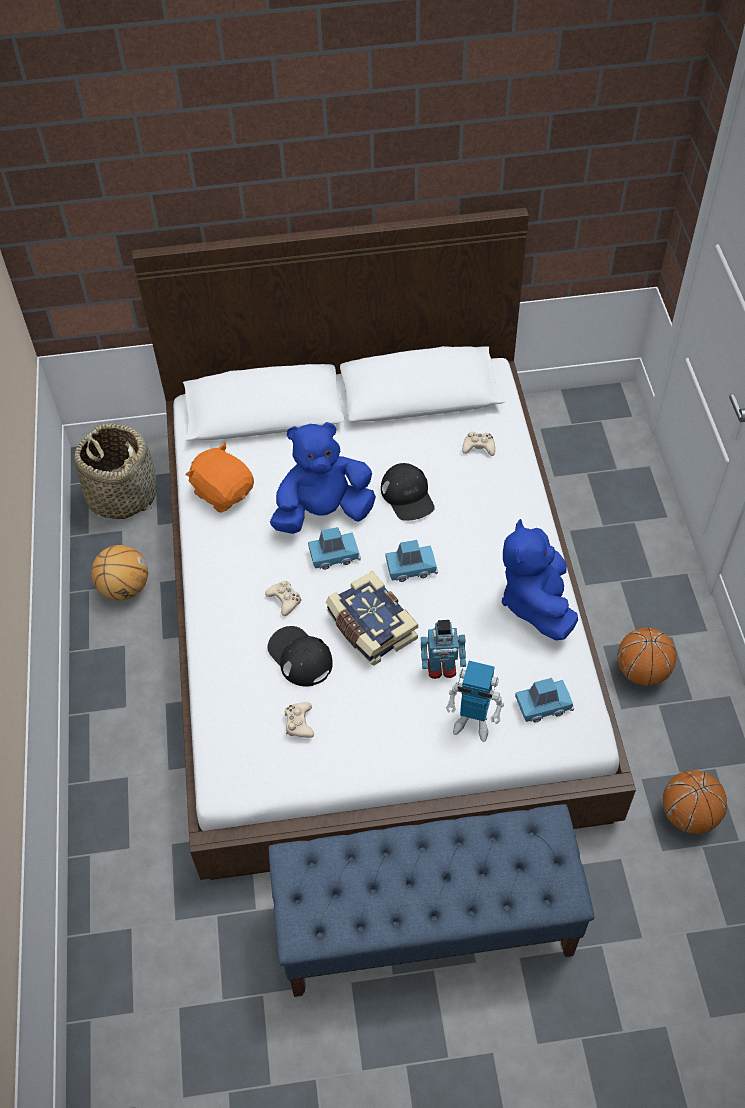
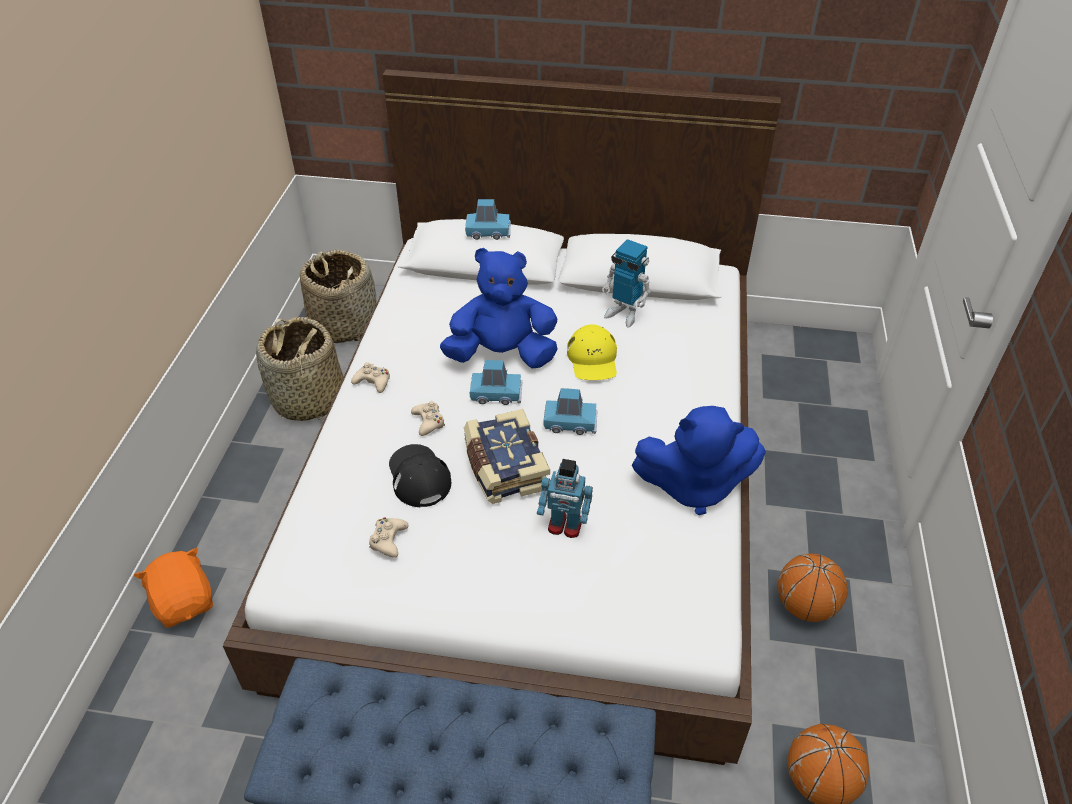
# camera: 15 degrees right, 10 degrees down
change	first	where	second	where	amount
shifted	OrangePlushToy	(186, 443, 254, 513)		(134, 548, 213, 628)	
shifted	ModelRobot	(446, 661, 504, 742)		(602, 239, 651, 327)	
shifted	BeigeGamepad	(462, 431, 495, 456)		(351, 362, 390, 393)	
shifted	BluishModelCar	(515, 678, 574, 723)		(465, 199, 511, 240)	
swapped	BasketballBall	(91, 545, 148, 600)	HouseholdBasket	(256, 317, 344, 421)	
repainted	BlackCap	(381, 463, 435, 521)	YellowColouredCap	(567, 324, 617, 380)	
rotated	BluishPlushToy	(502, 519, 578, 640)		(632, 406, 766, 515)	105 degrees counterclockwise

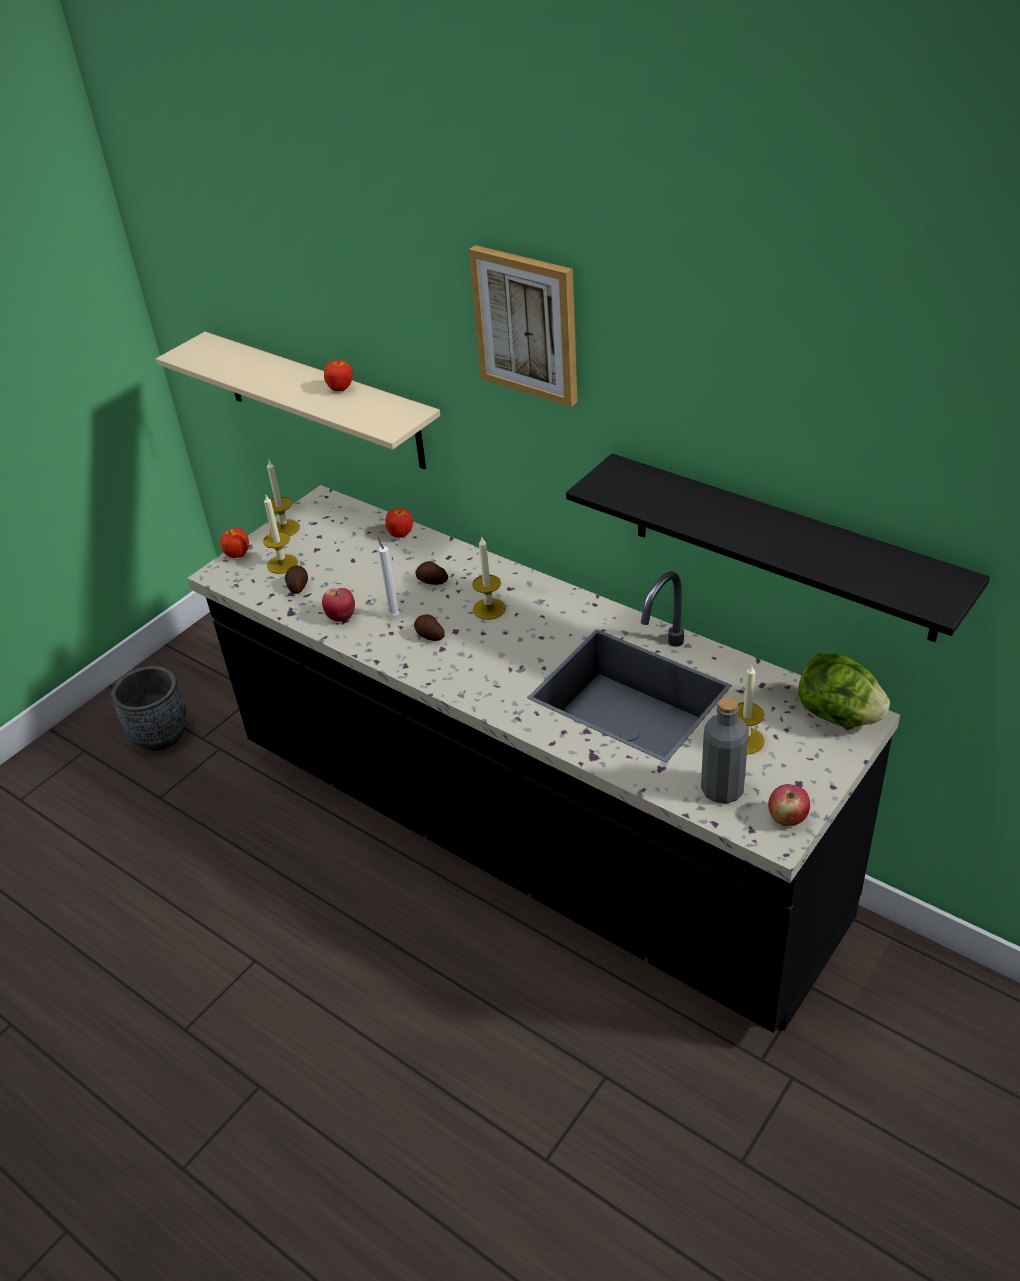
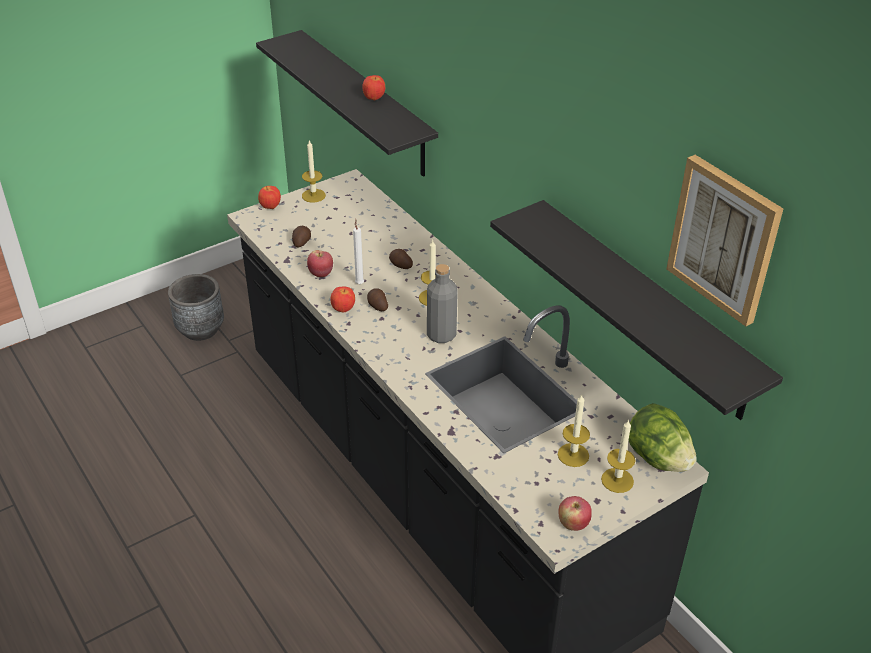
# camera: 15 degrees right, 0 degrees up
change	first	where	second	where	amount
shifted	WaxCandle	(263, 495, 298, 574)		(601, 419, 636, 493)	
shifted	Apple	(385, 508, 413, 538)		(330, 287, 355, 313)	
shifted	Picture	(468, 245, 578, 407)		(666, 155, 783, 326)	
shifted	GreyishBottle	(701, 697, 749, 804)		(427, 264, 458, 343)	
repainted	BeigeShelf	(156, 332, 440, 470)	BlackShelf	(256, 30, 438, 177)	

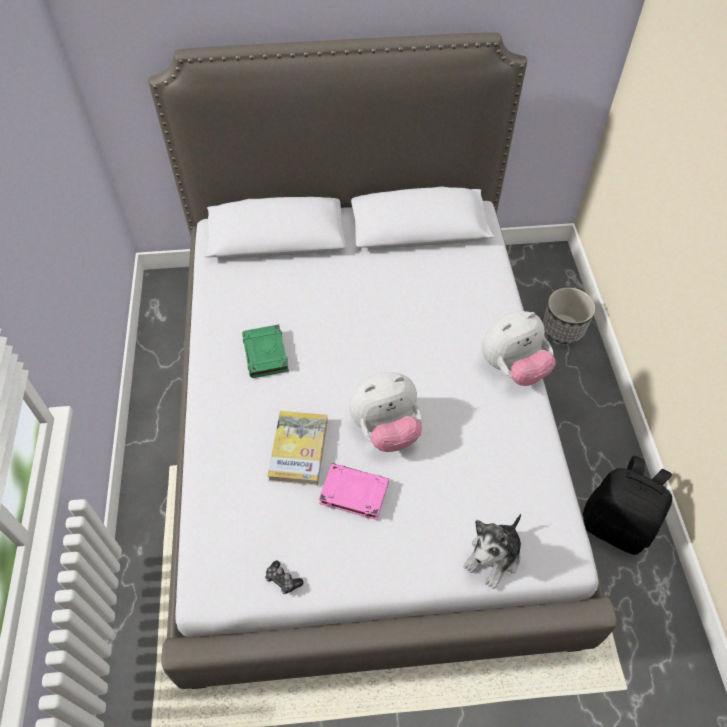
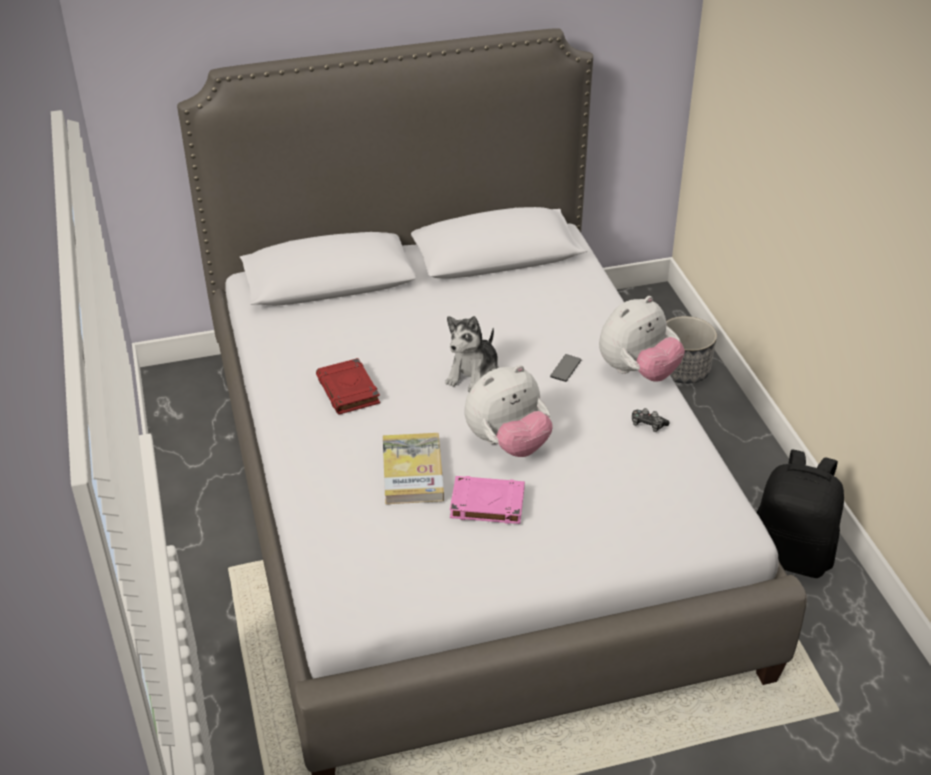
# camera: 10 degrees left, 15 degrees down
change	first	where	second	where	amount
new			Telephone	(550, 354, 581, 382)	
shifted	Gamepad	(265, 560, 304, 594)		(632, 408, 669, 432)	
shifted	PlushToy	(464, 514, 521, 589)		(445, 316, 499, 392)	
repainted	GreenColouredVolume	(242, 324, 289, 378)	RedVolume	(316, 358, 380, 415)	

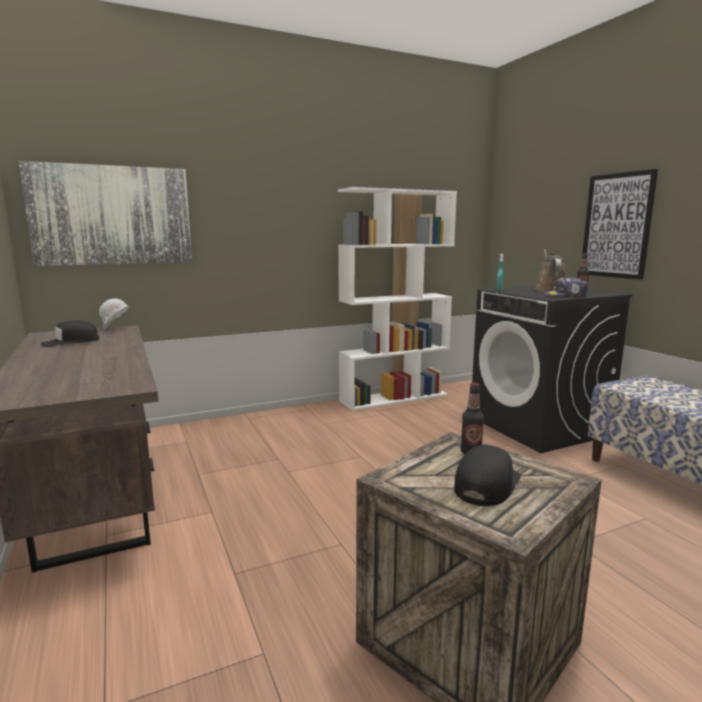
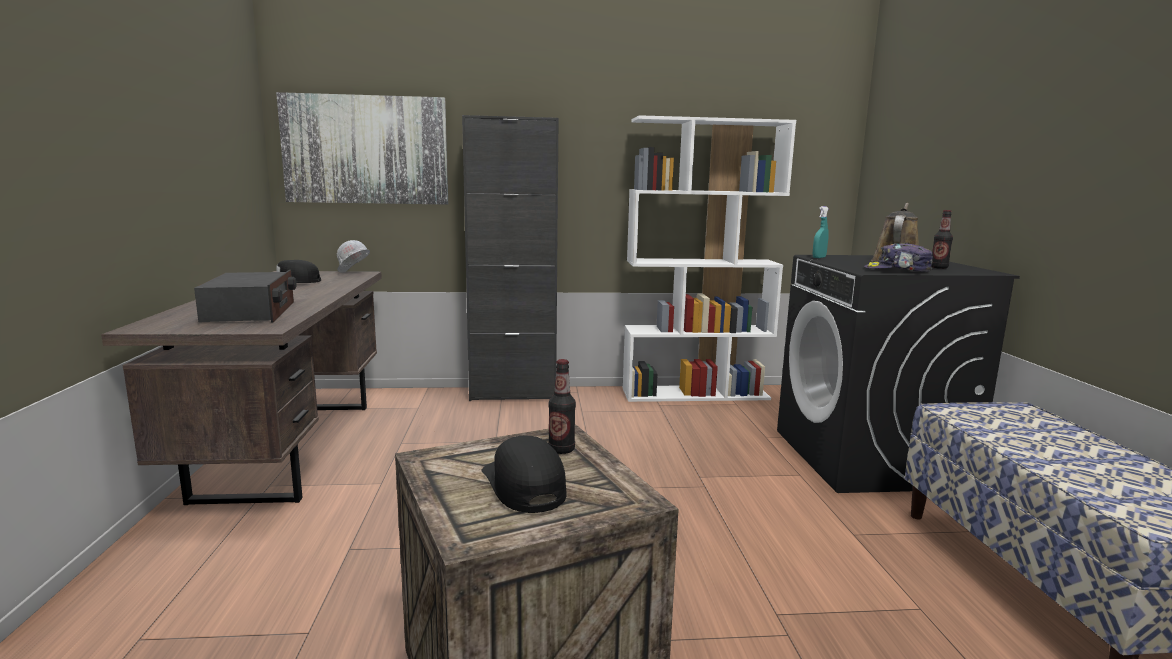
# camera: 20 degrees right, 0 degrees up
change	first	where	second	where	amount
gone	Picture	(582, 169, 658, 280)			
new			Radio	(194, 270, 297, 323)	
new			BlackCupboard	(462, 115, 559, 401)	
rotated	BlackCap	(454, 445, 521, 506)		(482, 436, 567, 513)	75 degrees counterclockwise

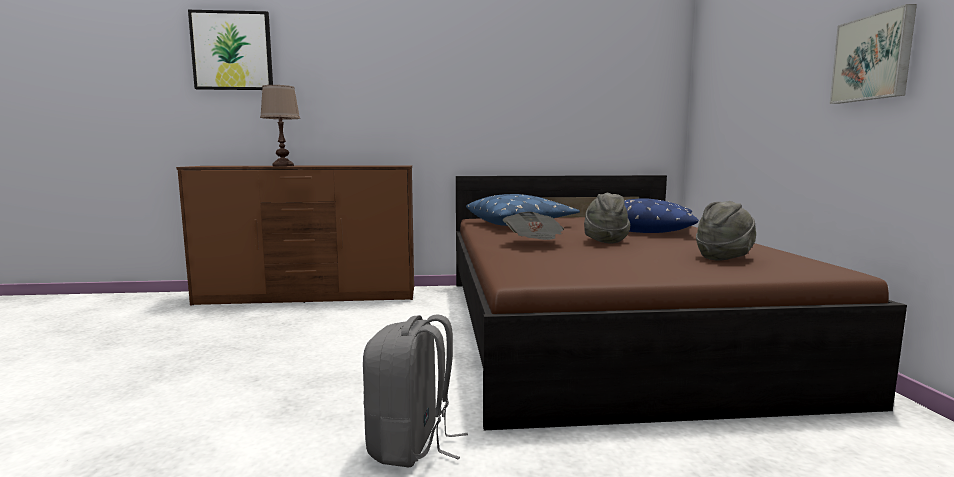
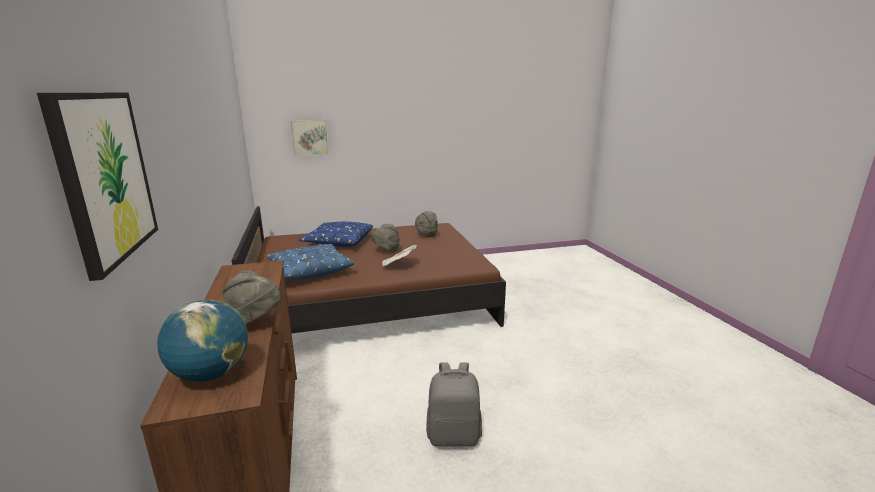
# camera: 100 degrees left, 10 degrees up
change	first	where	second	where	amount
new			Globe	(157, 300, 248, 382)	
shifted	GreyishKnapsack	(363, 314, 468, 468)		(426, 362, 482, 446)	
shifted	Picture	(830, 4, 917, 104)		(291, 120, 329, 156)	
swapped	BrownColouredTabletopLamp	(260, 85, 300, 166)	GreyishHat	(222, 270, 282, 324)	

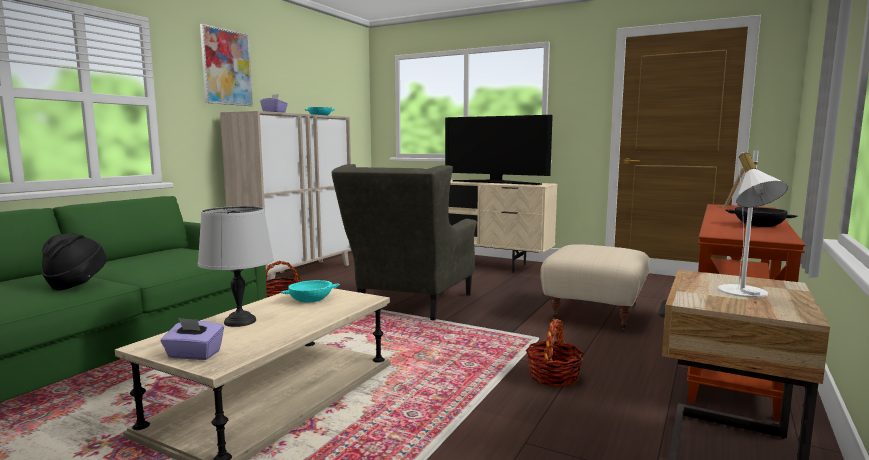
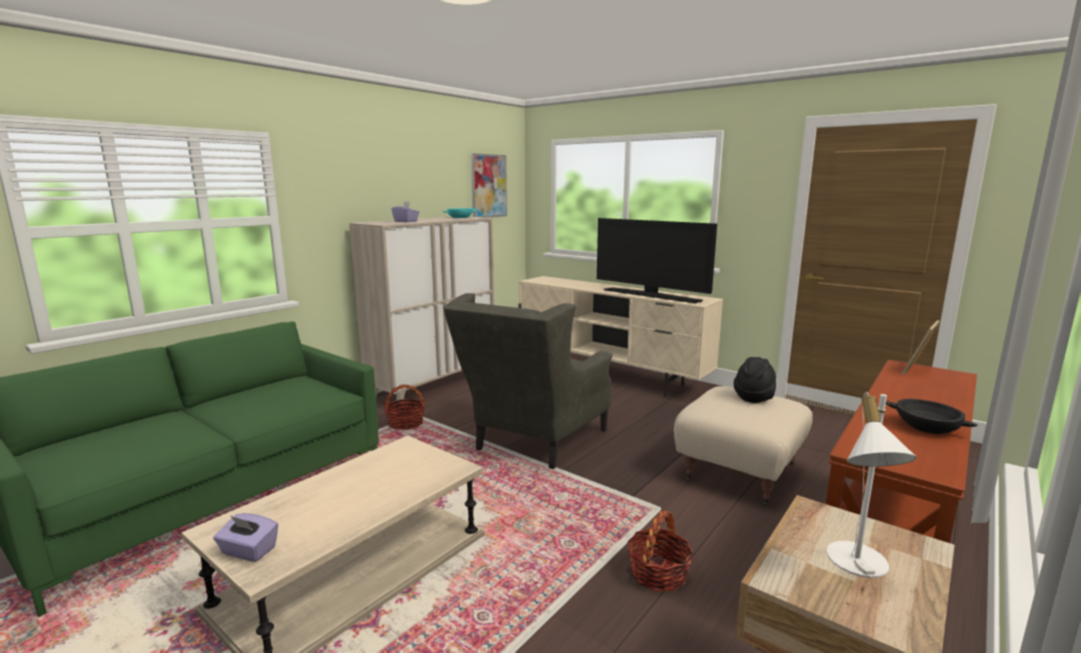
# camera: 10 degrees right, 5 degrees up
change	first	where	second	where	amount
gone	GreyishTabletopLamp	(198, 206, 274, 327)			
gone	BlueGreenServingBowl	(280, 280, 340, 303)			
shifted	BlackHat	(42, 233, 107, 290)		(734, 357, 776, 403)	
shifted	Picture	(200, 24, 253, 106)		(471, 153, 507, 218)	

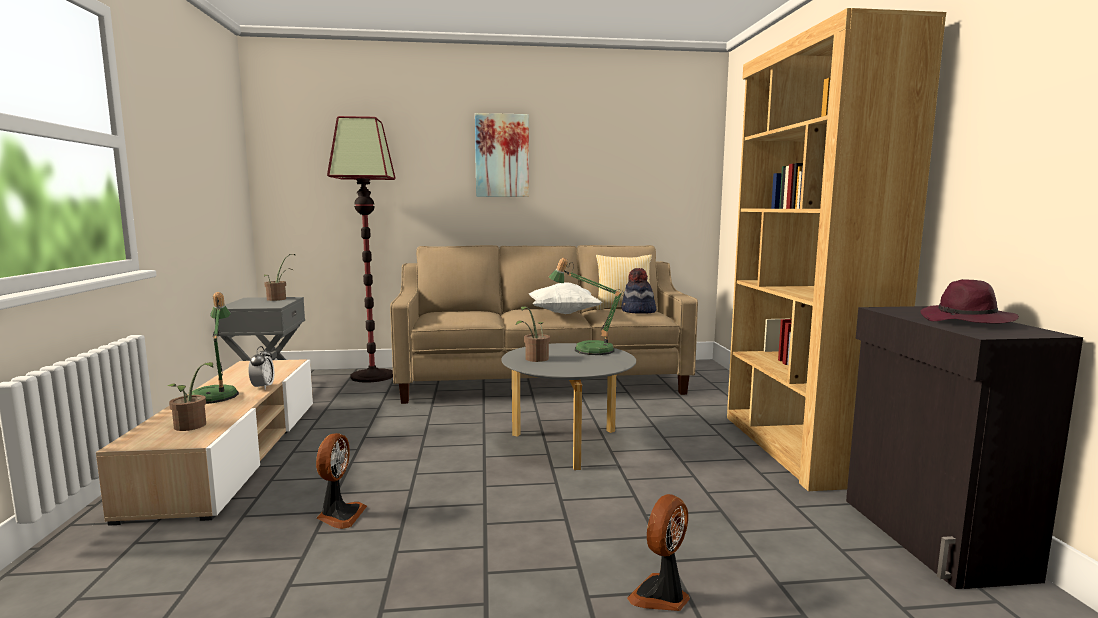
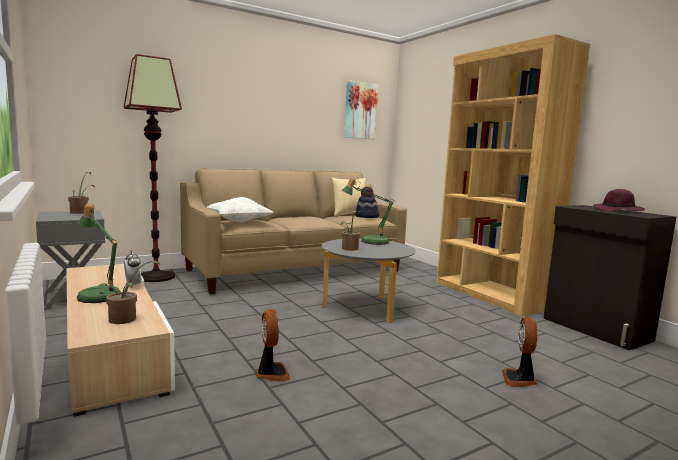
# camera: 25 degrees left, 0 degrees up
change	first	where	second	where	amount
shifted	Picture	(475, 113, 529, 197)		(344, 80, 378, 139)	
shifted	WhiteCushion	(529, 283, 602, 314)		(207, 197, 274, 223)	

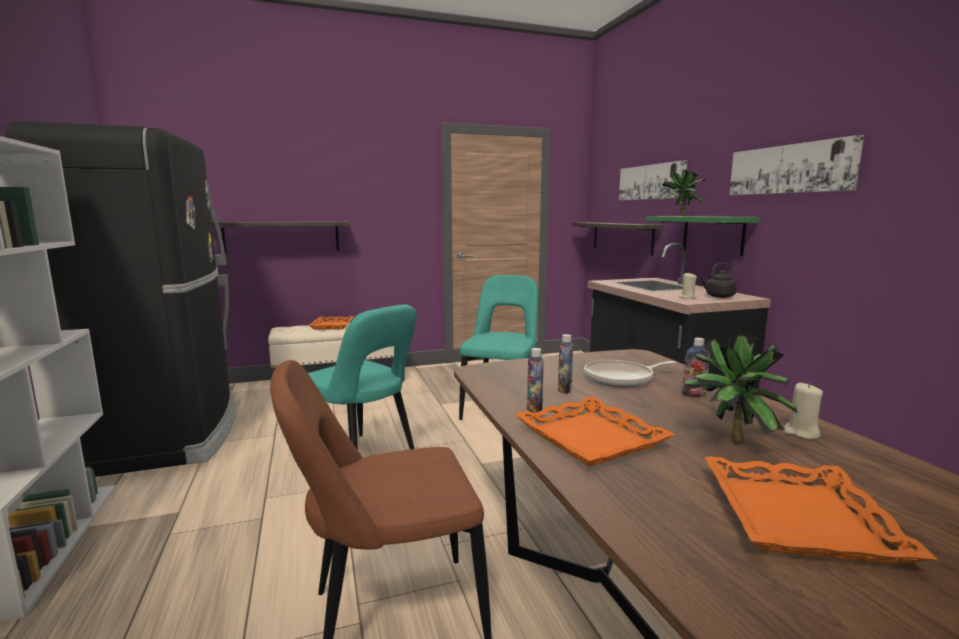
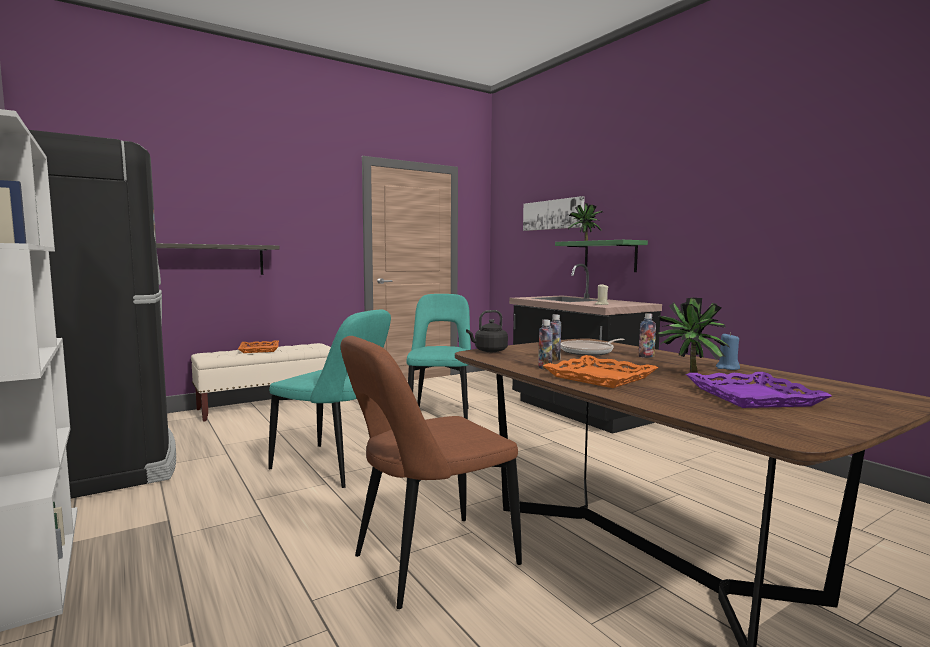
# camera: 15 degrees left, 5 degrees down
change	first	where	second	where	amount
gone	Shelf	(572, 222, 663, 256)			
gone	Picture	(729, 135, 864, 195)			
shifted	BlackKettle	(700, 263, 737, 298)		(466, 310, 508, 352)	
repainted	OrangeTray	(705, 457, 938, 564)	PurplishTray	(686, 372, 832, 408)	
repainted	BeigeWaxCandle	(784, 383, 823, 439)	BluishWaxCandle	(716, 333, 740, 370)	

